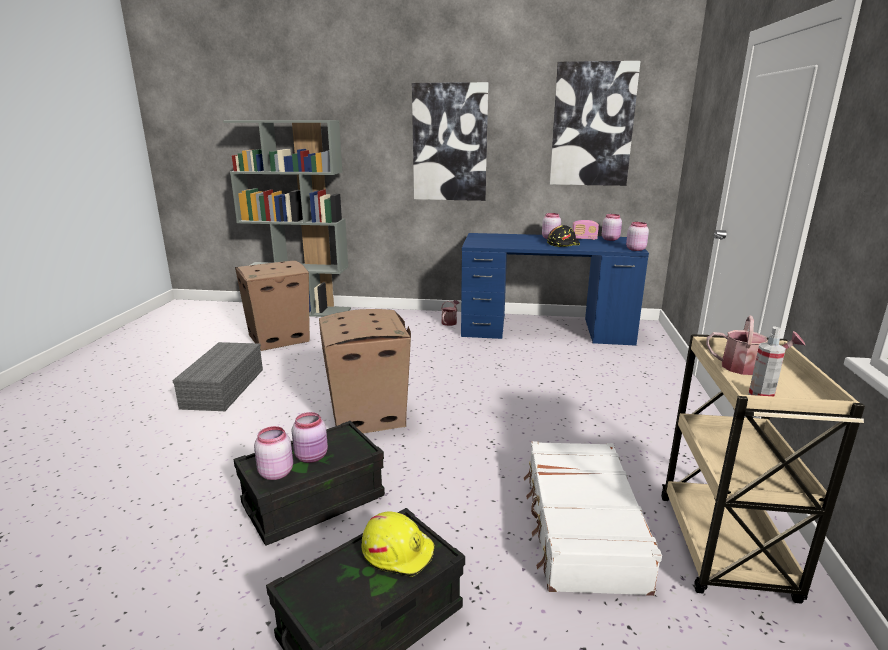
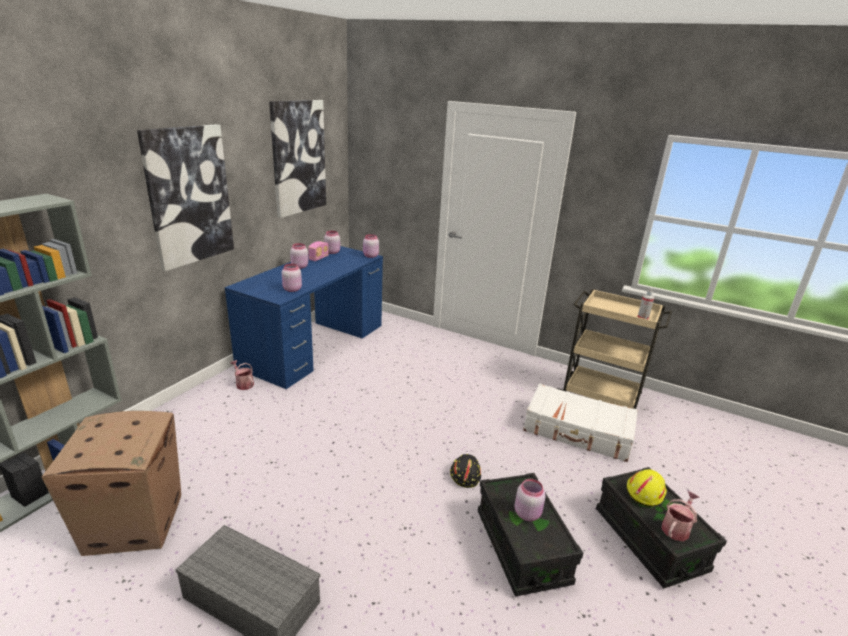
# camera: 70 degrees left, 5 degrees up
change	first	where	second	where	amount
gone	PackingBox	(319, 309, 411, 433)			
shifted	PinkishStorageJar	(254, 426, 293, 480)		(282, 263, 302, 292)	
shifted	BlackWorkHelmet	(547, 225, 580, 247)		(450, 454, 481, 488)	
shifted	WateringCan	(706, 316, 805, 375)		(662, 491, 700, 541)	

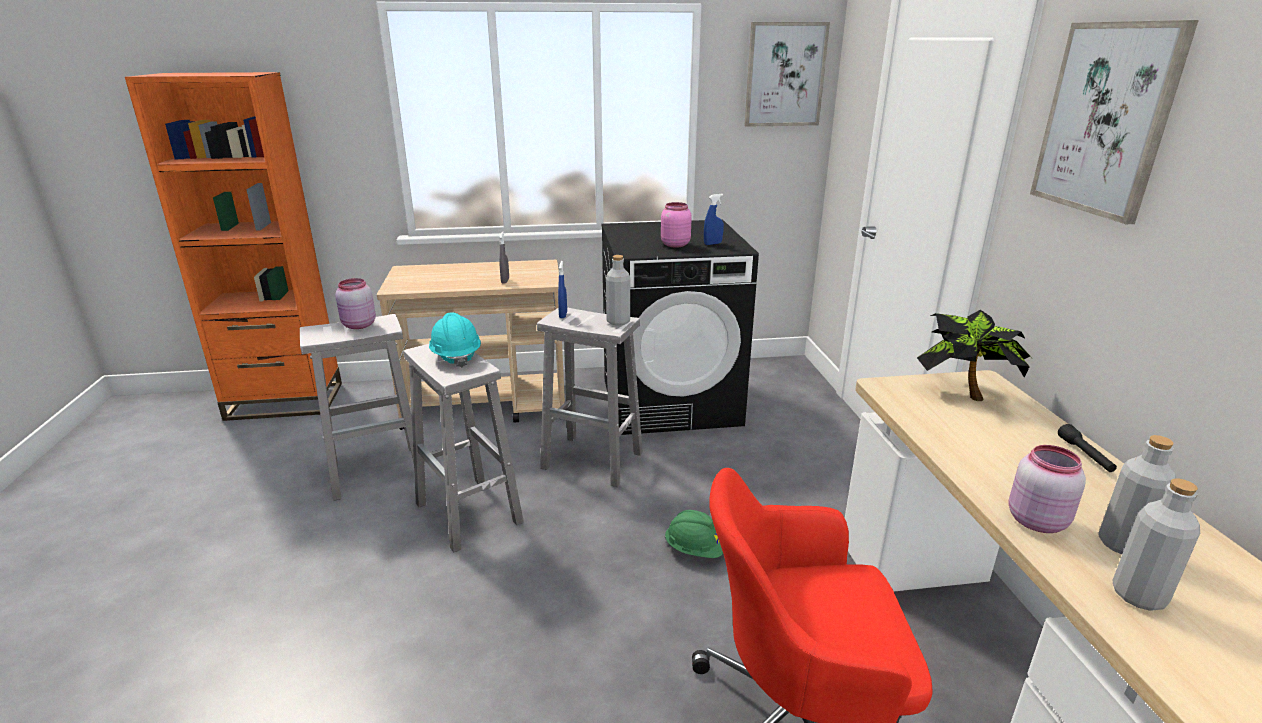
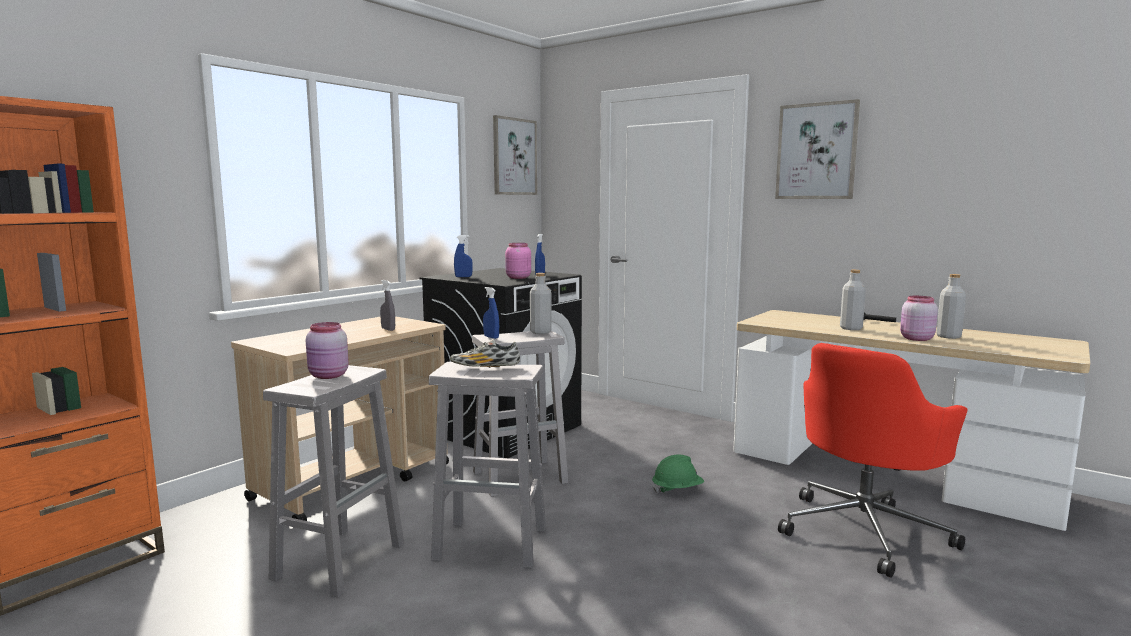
# camera: 45 degrees left, 15 degrees down
change	first	where	second	where	amount
gone	Houseplant	(917, 310, 1032, 401)			
new			BluishHandSprayer	(454, 235, 473, 277)	
shifted	GreyishBottle	(1113, 478, 1200, 611)		(840, 270, 866, 330)	
swapped	BlueGreenWorkHelmet	(429, 312, 481, 368)	Shoe	(450, 339, 520, 368)	

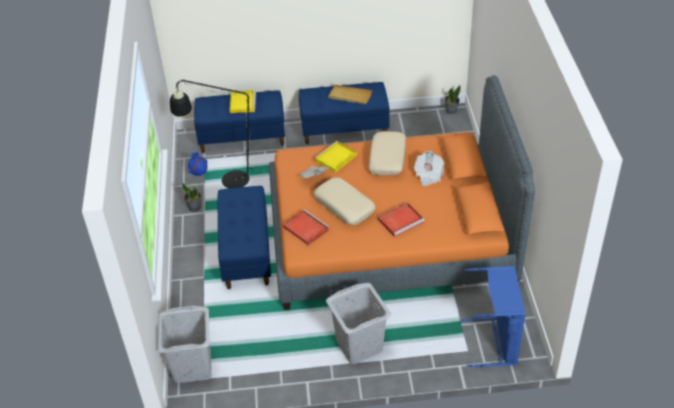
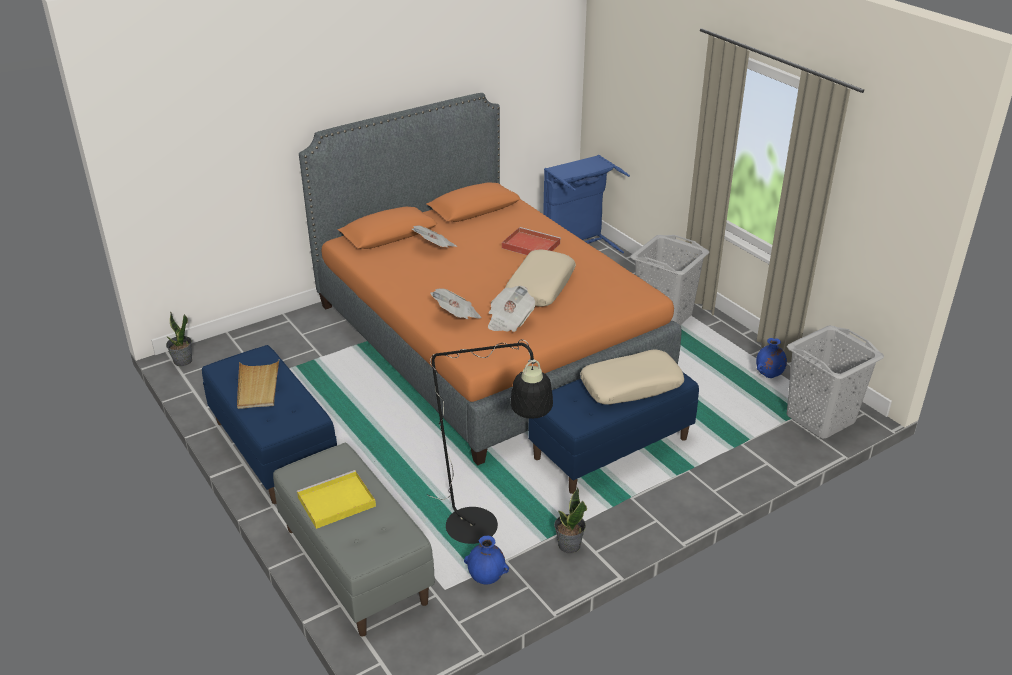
# camera: 120 degrees left, 10 degrees down
change	first	where	second	where	amount
gone	RedTray	(283, 209, 330, 246)			
new			BluishVase	(756, 338, 787, 378)	
shifted	BeigeCushion	(369, 131, 406, 175)		(580, 349, 684, 405)	
swapped	YellowColouredTray	(314, 141, 357, 173)	DailyPaper	(430, 289, 482, 319)	
repainted	BluishIndoorBench	(194, 90, 285, 153)	GreyishIndoorBench	(273, 443, 435, 637)	

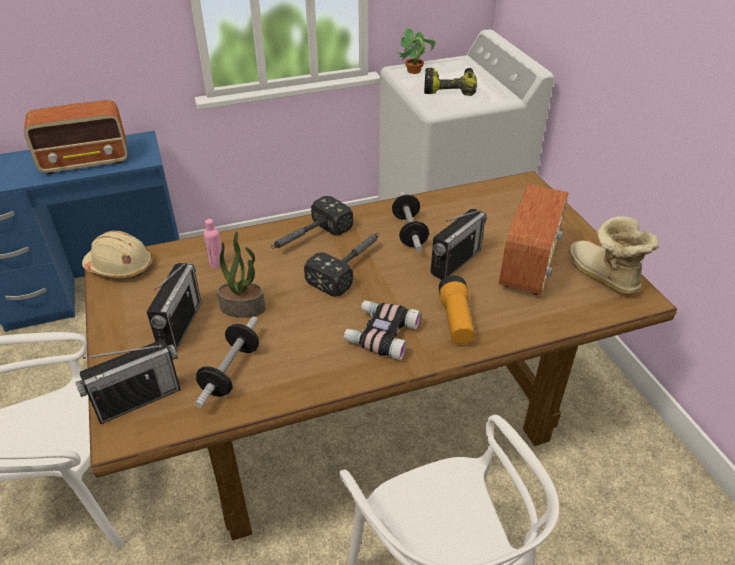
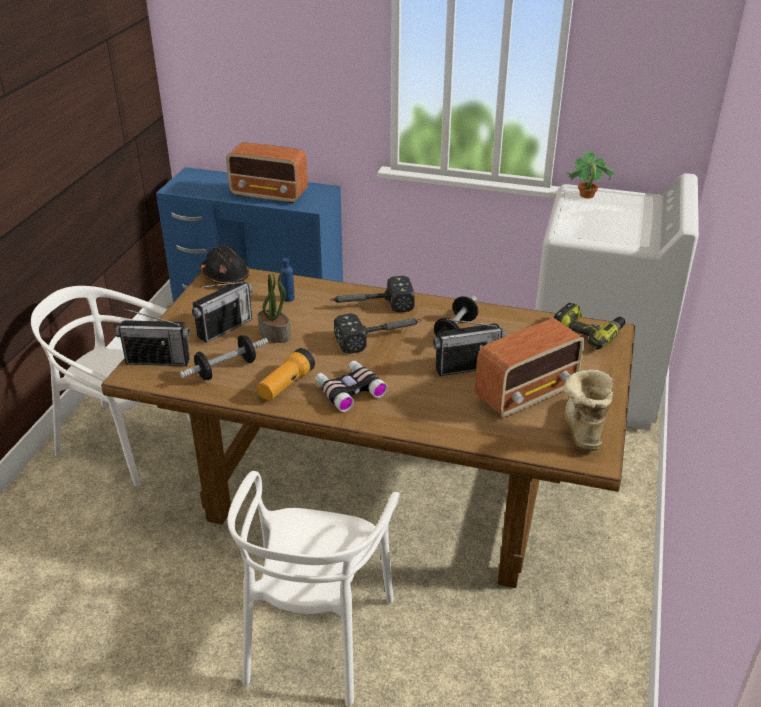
# camera: 35 degrees right, 5 degrees down
change	first	where	second	where	amount
shifted	Drill	(424, 68, 477, 96)		(554, 303, 625, 350)	
shifted	Flashlight	(439, 275, 474, 344)		(257, 348, 315, 401)	
repainted	BeigeWorkHelmet	(82, 231, 153, 278)	BlackWorkHelmet	(200, 246, 249, 286)	
repainted	PinkishBottle	(204, 219, 222, 268)	BluishBottle	(280, 258, 295, 302)	

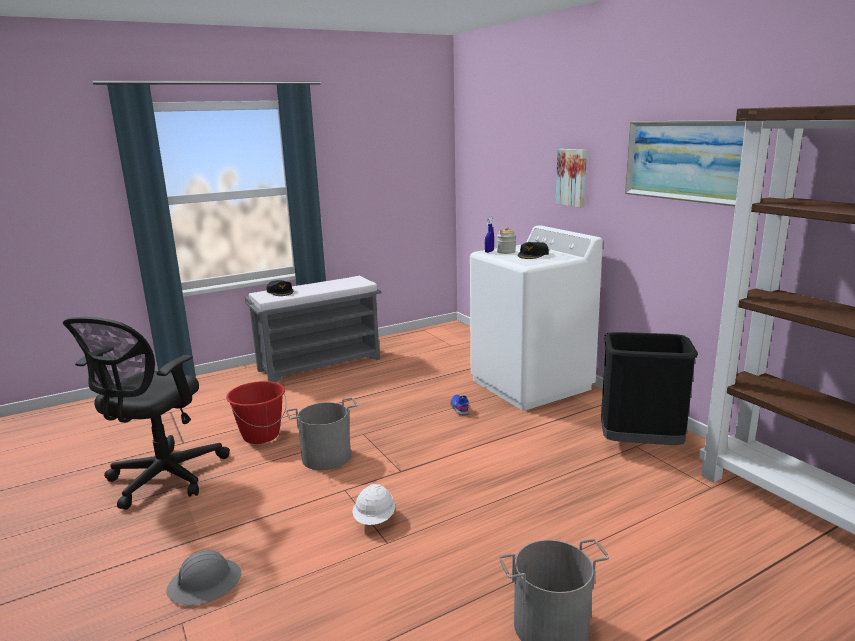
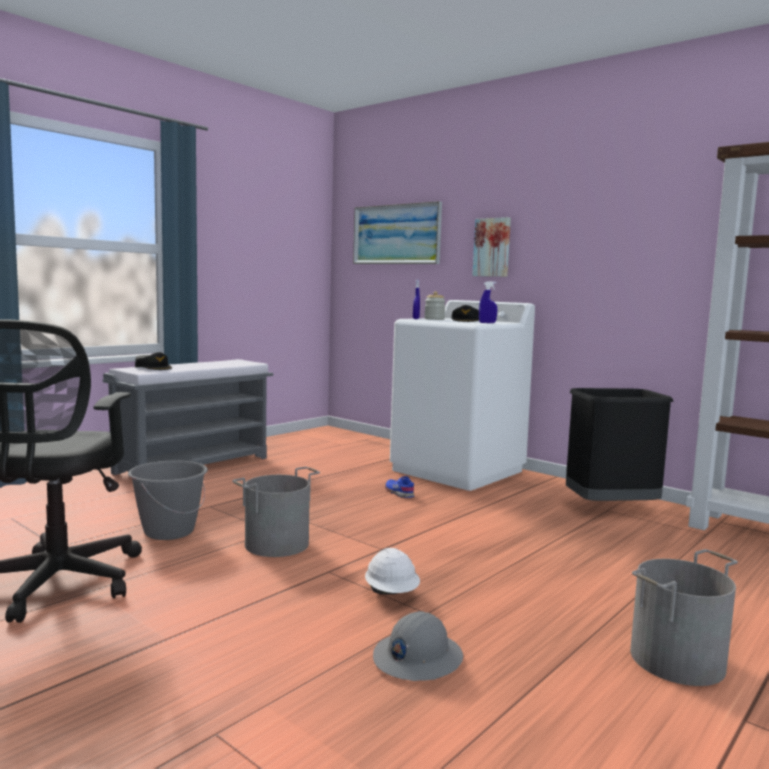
# camera: 20 degrees left, 10 degrees down
change	first	where	second	where	amount
new			BluishHandSprayer	(479, 281, 497, 323)	
shifted	GreyishWorkHelmet	(166, 550, 241, 605)		(373, 611, 463, 681)	
shifted	Picture	(625, 120, 746, 206)		(353, 201, 442, 264)	
repainted	RedWaterBucket	(226, 381, 287, 444)	GreyishWaterBucket	(128, 461, 208, 540)	

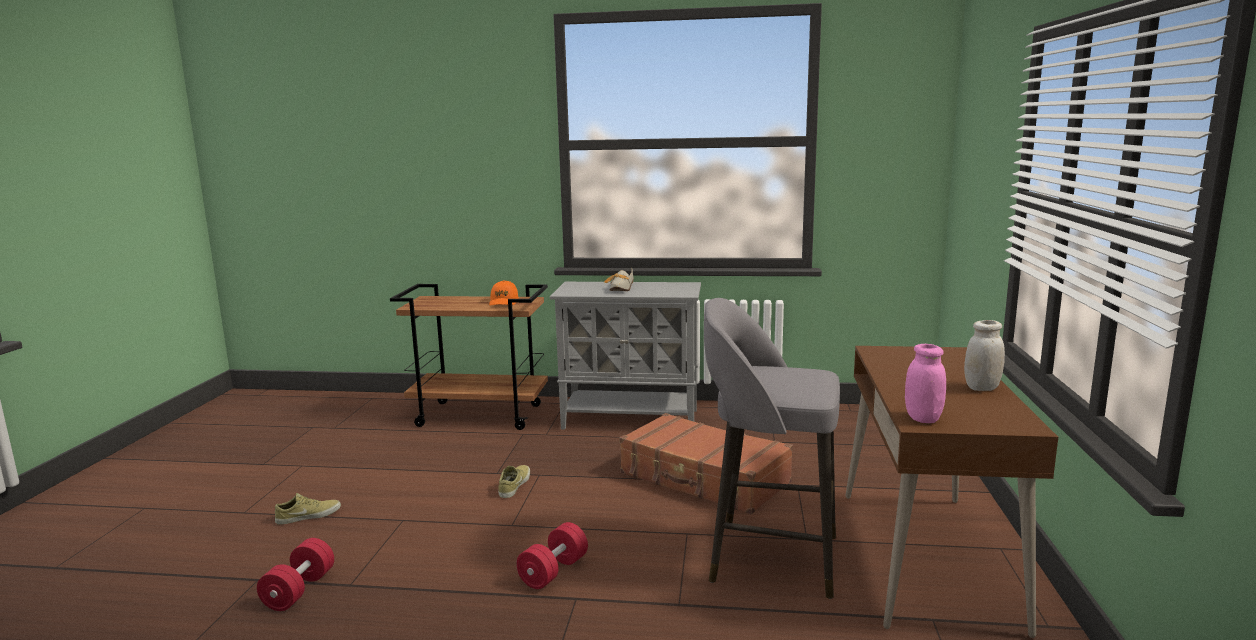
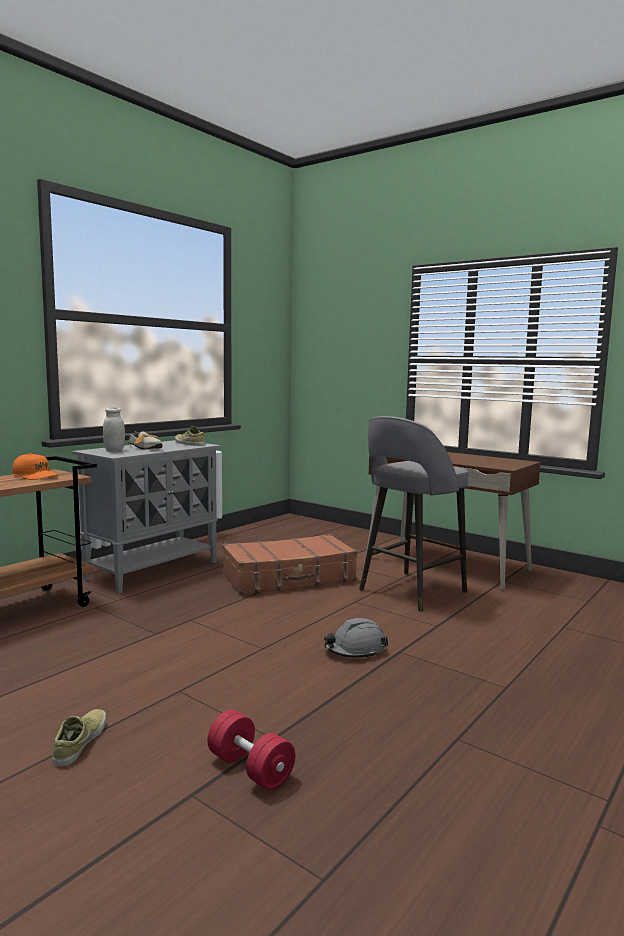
# camera: 60 degrees left, 5 degrees down
change	first	where	second	where	amount
gone	PinkishStorageJar	(905, 344, 946, 423)			
shifted	BeigeShoe	(498, 465, 530, 498)		(175, 426, 205, 446)	
shifted	WhiteStorageJar	(964, 320, 1005, 391)		(103, 408, 125, 452)	
swapped	RedHandWeight	(516, 522, 588, 589)	GreyishWorkHelmet	(324, 618, 388, 658)	

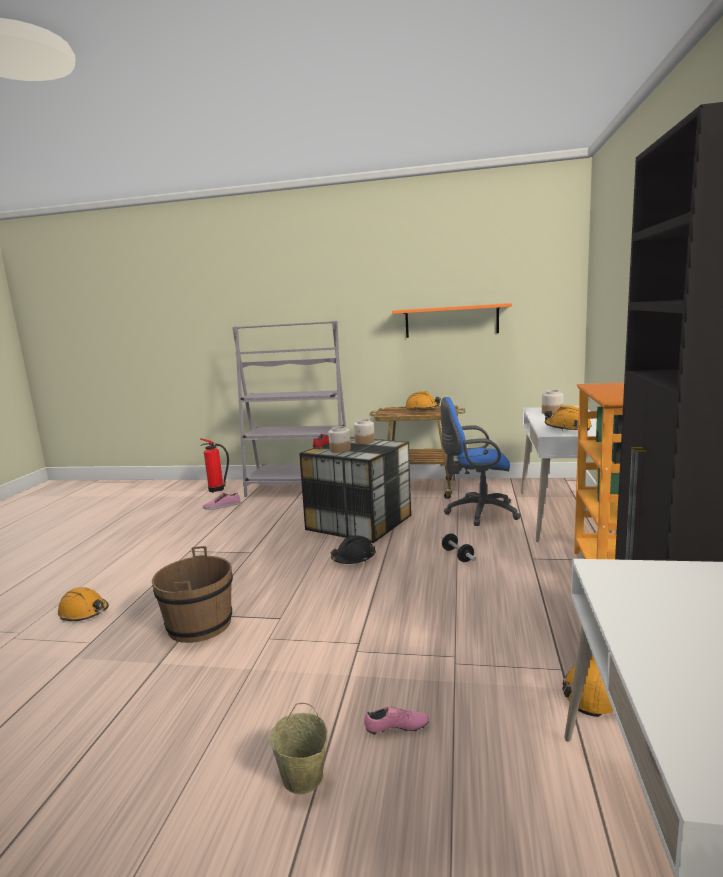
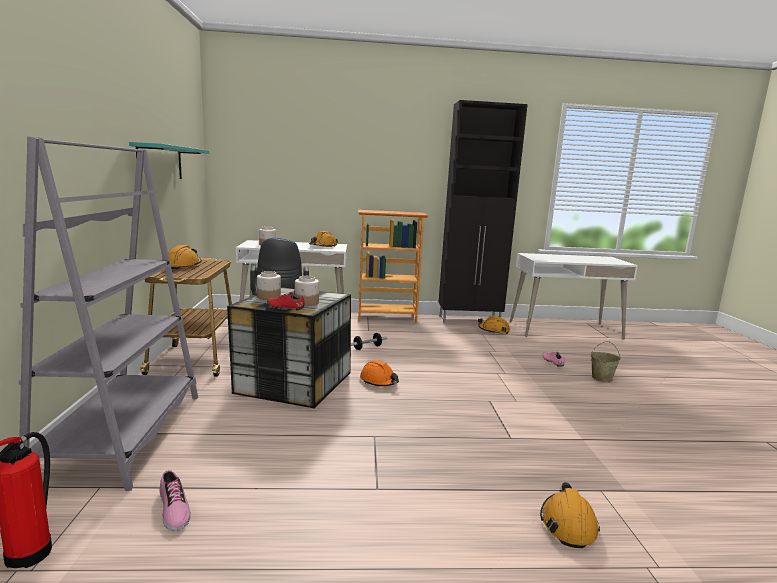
# camera: 105 degrees left, 0 degrees up
change	first	where	second	where	amount
gone	BrownColouredWaterBucket	(152, 546, 233, 643)			
repainted	BlackWorkHelmet	(331, 536, 376, 564)	OrangeWorkHelmet	(360, 360, 399, 386)	
repainted	OrangeShelf	(392, 303, 512, 338)	BlueGreenShelf	(129, 142, 209, 179)	

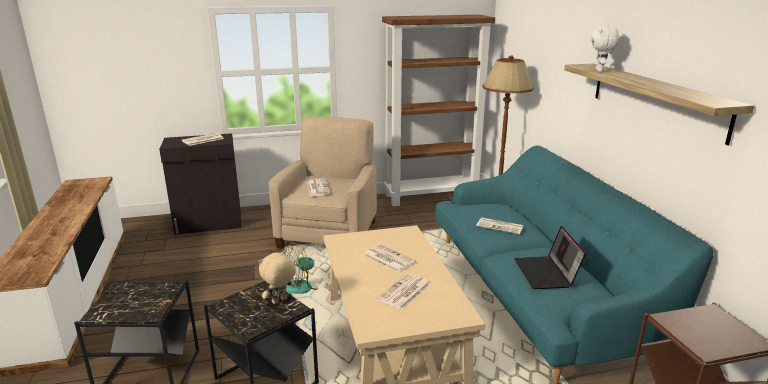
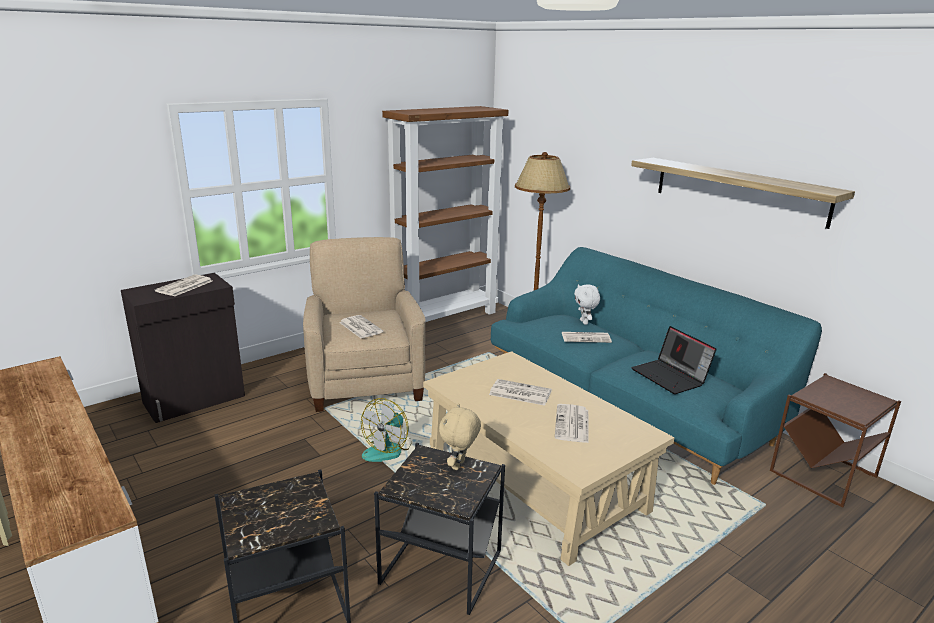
# camera: 25 degrees left, 0 degrees up
change	first	where	second	where	amount
shifted	WhitePlushToy	(591, 25, 619, 72)		(574, 284, 600, 325)	

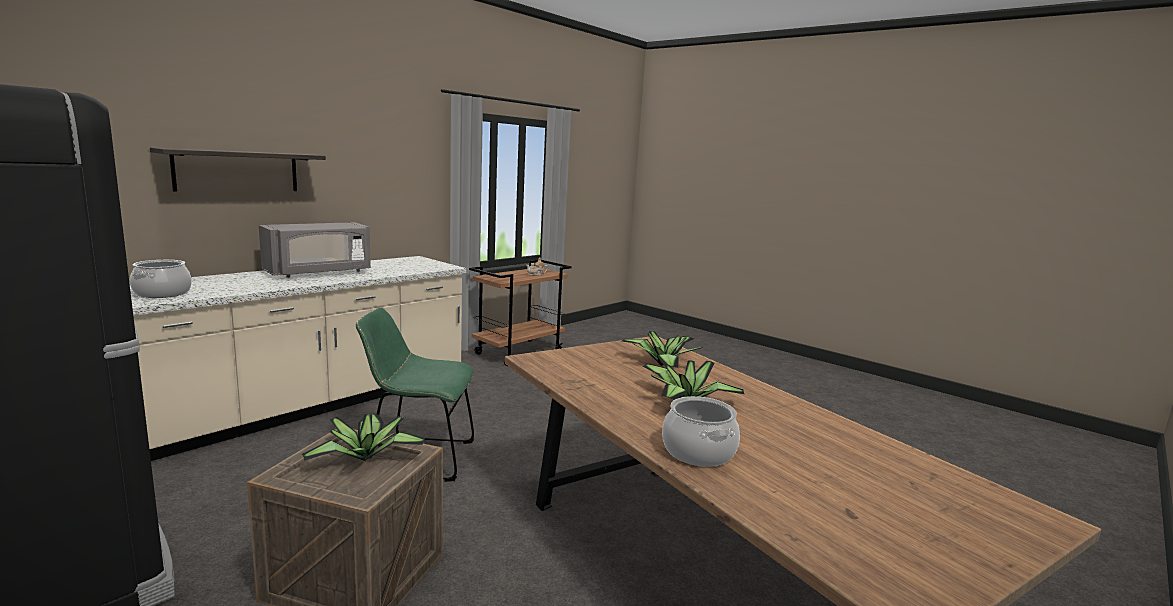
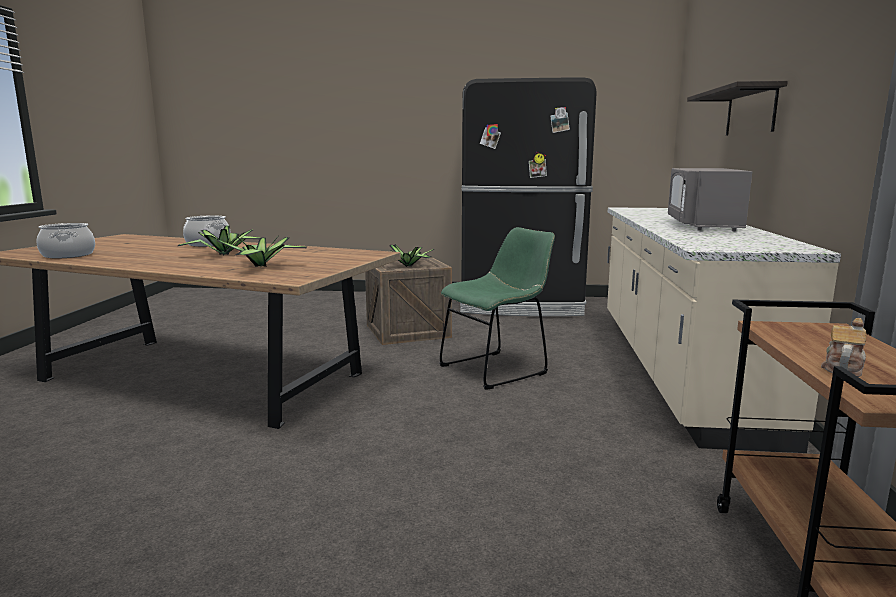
# camera: 145 degrees right, 0 degrees up
change	first	where	second	where	amount
shifted	Saucepot	(130, 260, 192, 298)		(37, 223, 95, 258)	

